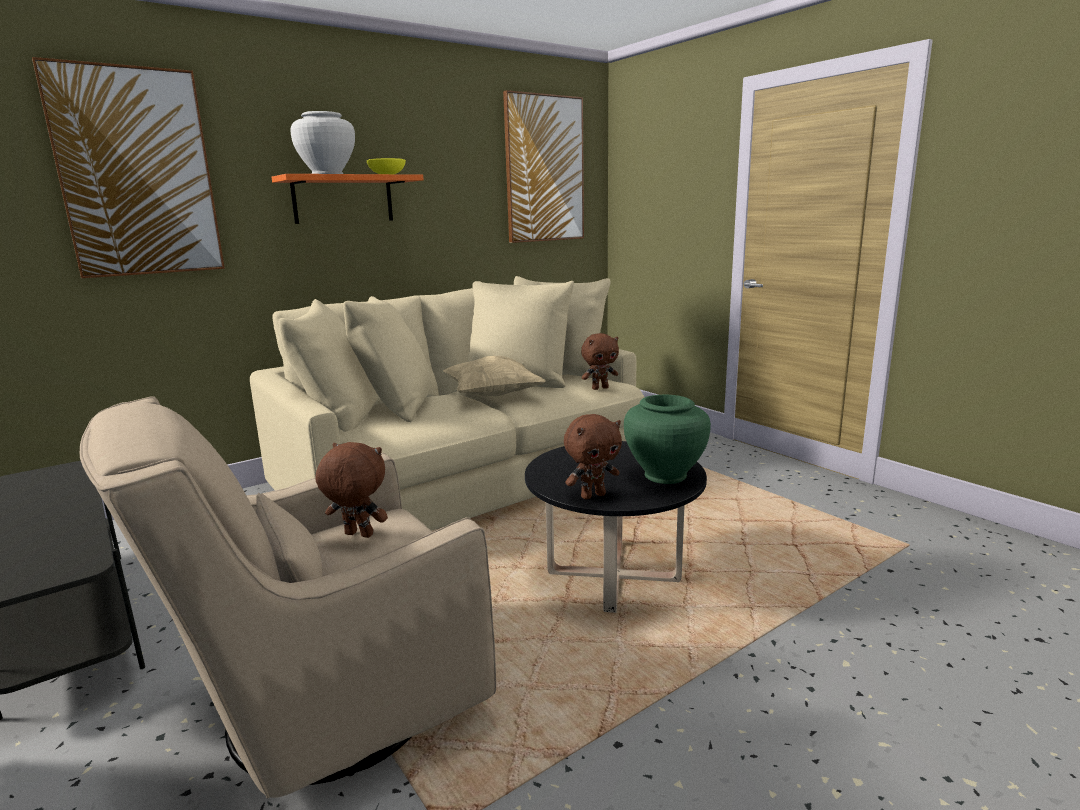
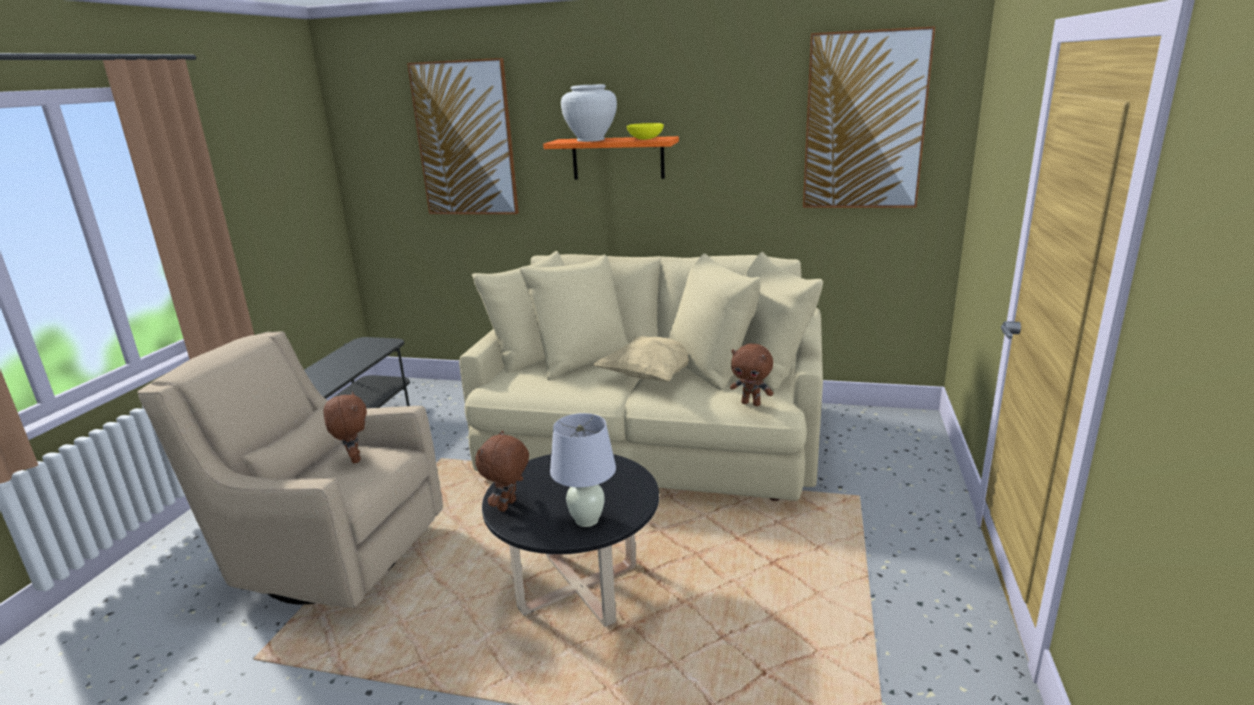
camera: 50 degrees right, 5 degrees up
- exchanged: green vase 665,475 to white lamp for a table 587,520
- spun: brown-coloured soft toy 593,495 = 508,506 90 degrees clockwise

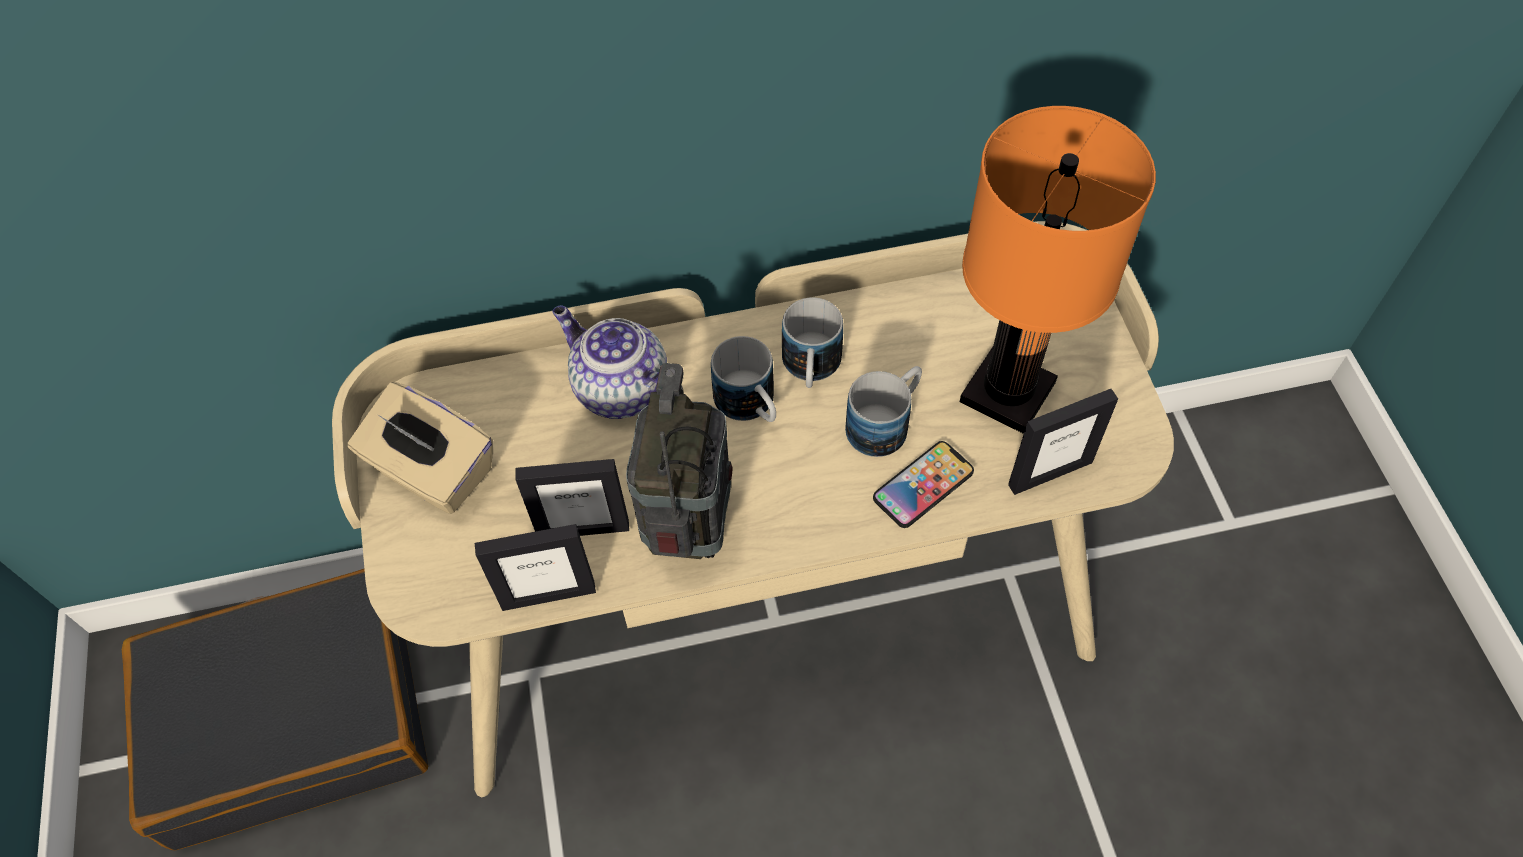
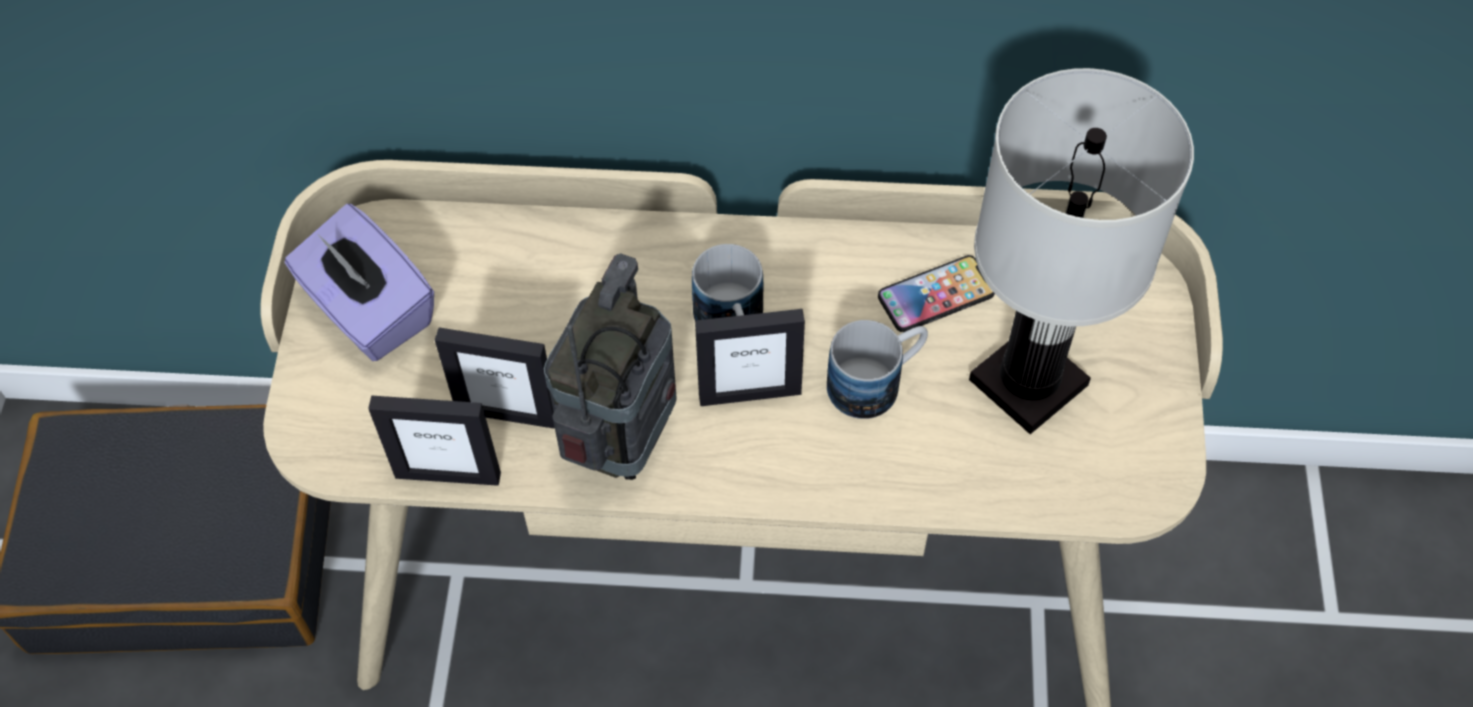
camera: 15 degrees right, 0 degrees up
- colour: orange-coloured lamp for a table 1006,392 to white lamp for a table 1026,382
- missing: mug 810,370
- missing: teapot 619,390
- colour: sand-coloured tissue holder 432,472 to purplish tissue holder 369,311
- relocated: photo frame 1049,473 to 749,393
- relocated: handset 923,485 to 936,295

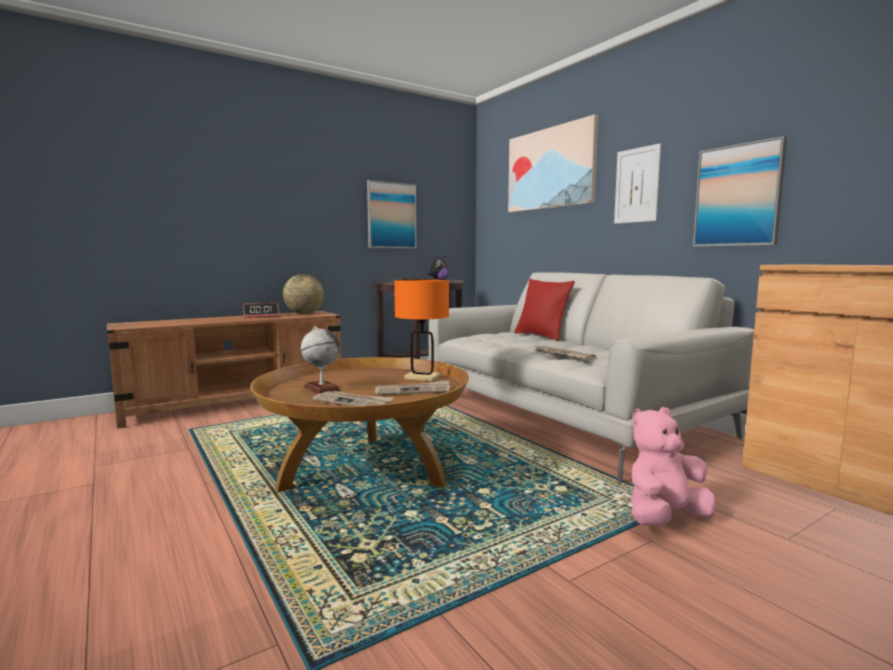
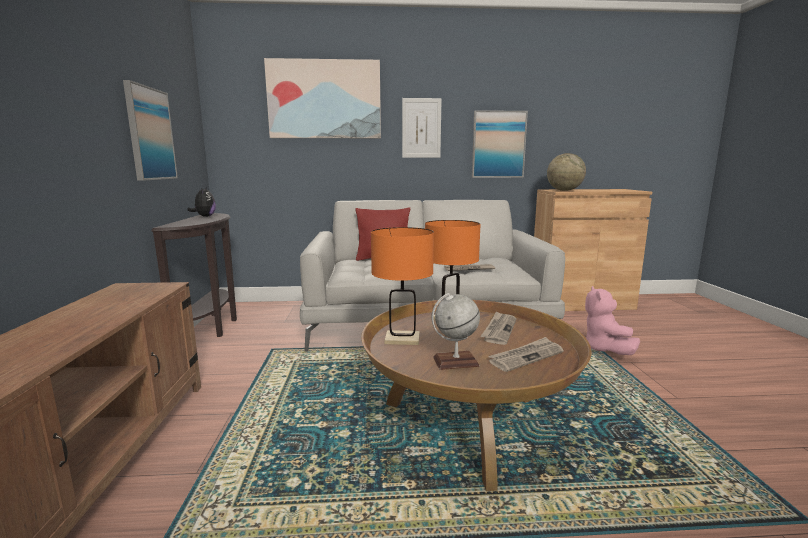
camera: 60 degrees left, 5 degrees up
- relocated: world globe 304,313 to 564,190
- missing: table clock 261,316
- appeared: orange-coloured lamp for a table 402,339

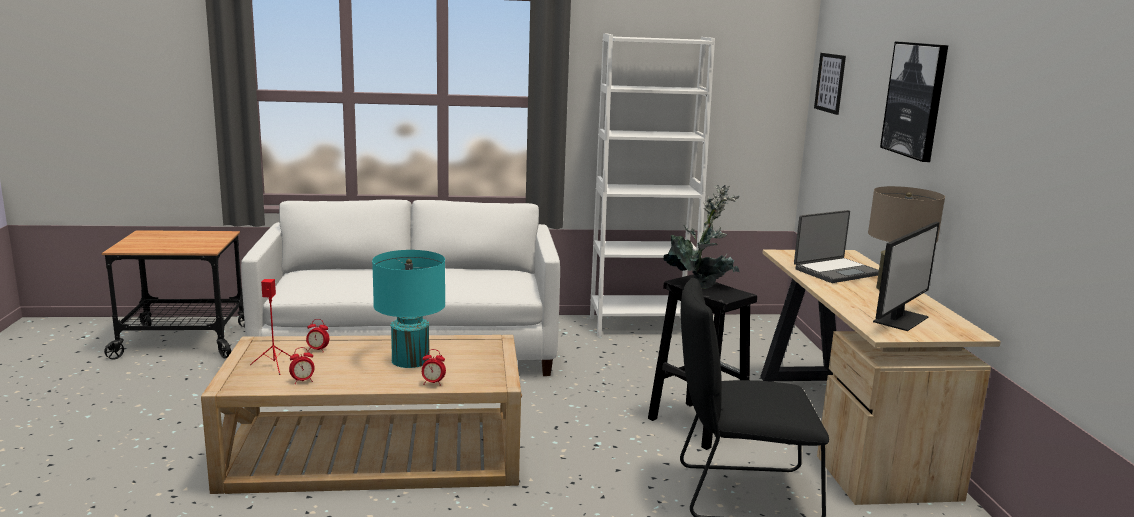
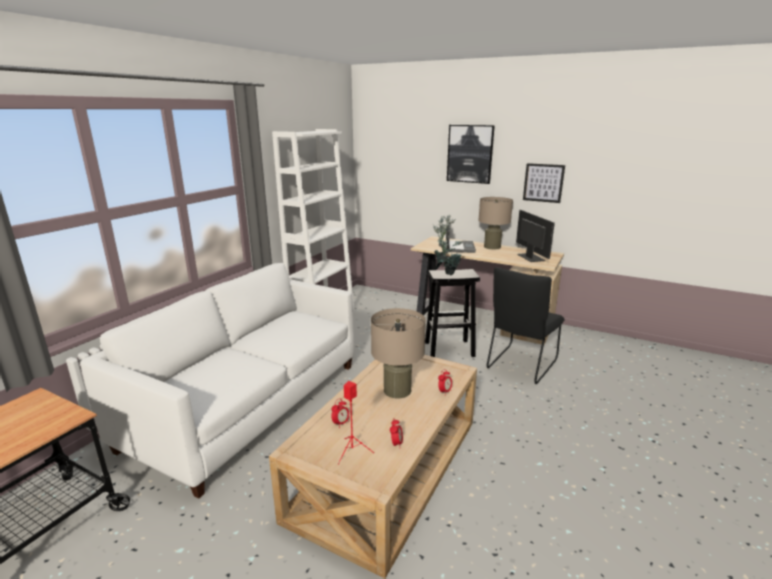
camera: 55 degrees left, 5 degrees up
- relocated: wall art 830,83 to 543,183
- colour: turquoise-coloured lamp for a table 410,360 to sand-coloured lamp for a table 397,390

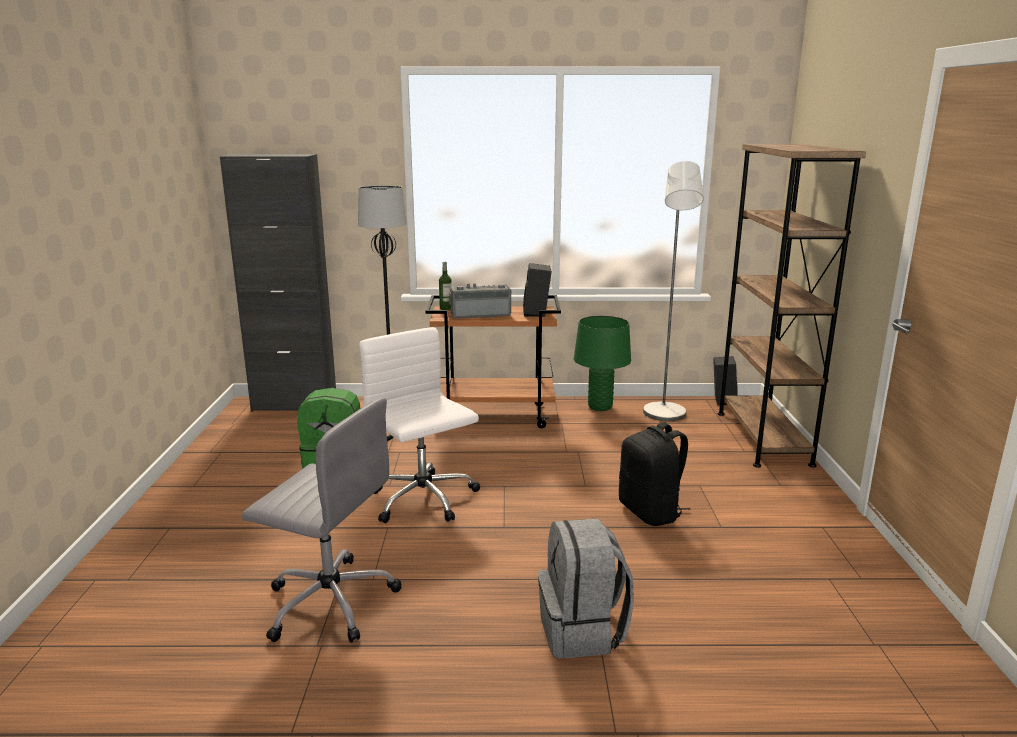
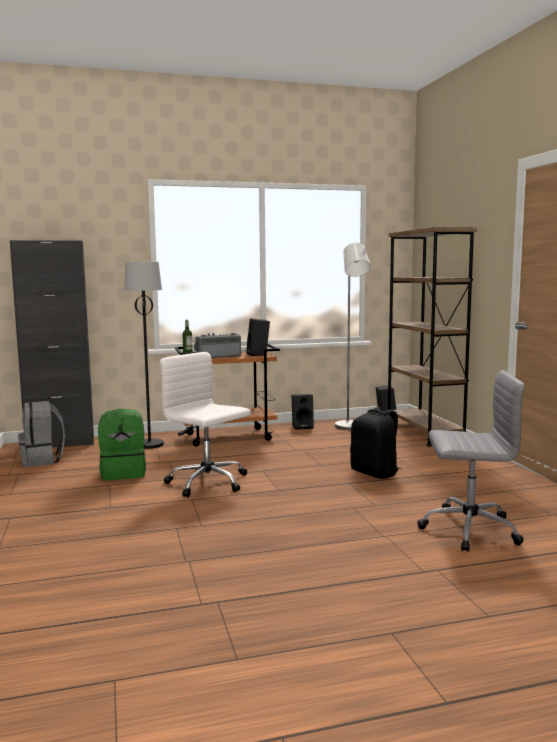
camera: 15 degrees left, 10 degrees down
- exchanged: green lamp for a table 600,407 to black audio speaker 303,427
- relocated: gray desk chair 329,601 to 467,529
- relocated: gray knapsack 582,631 to 43,460

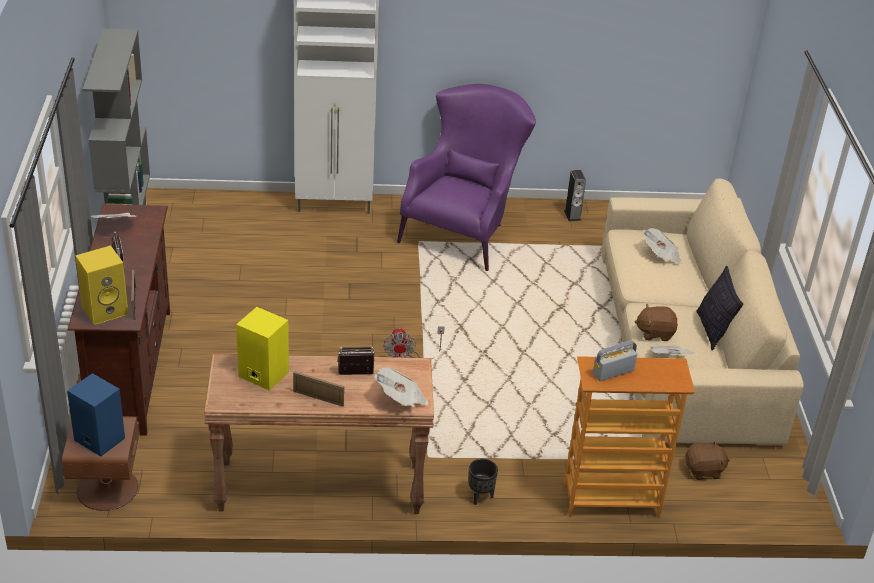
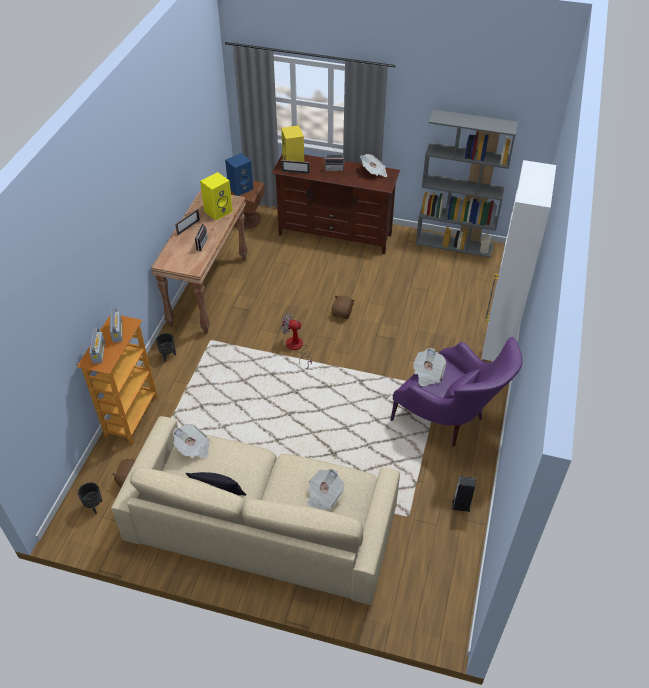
camera: 110 degrees right, 10 degrees up
- relocated: brown-coloured soft toy 655,333 to 342,313
- relocated: newspaper 401,399 to 427,374
- appeared: radio set 99,352
- appeared: black plant pot 95,506

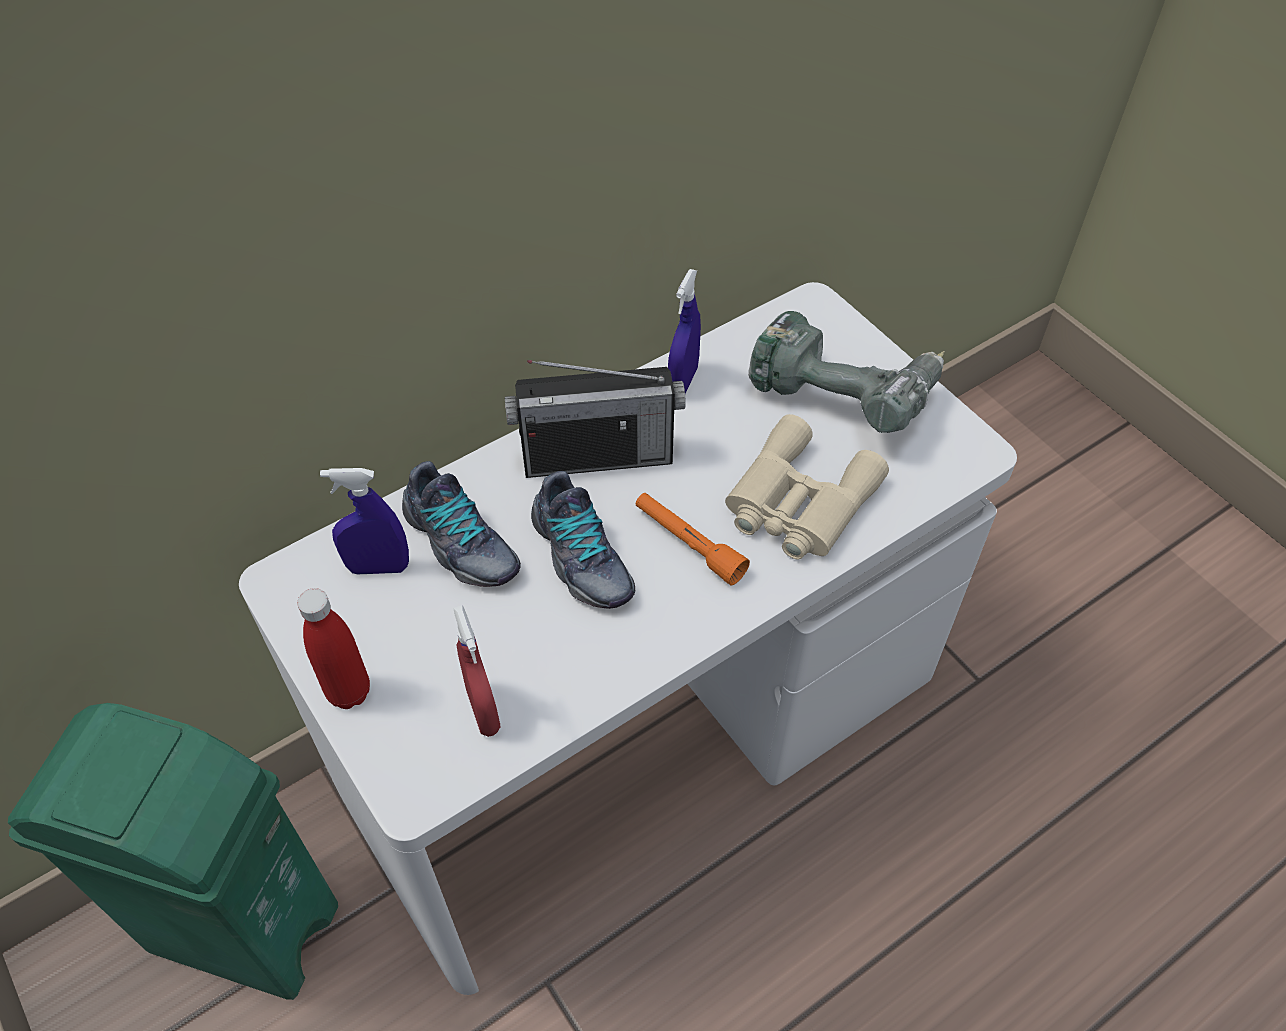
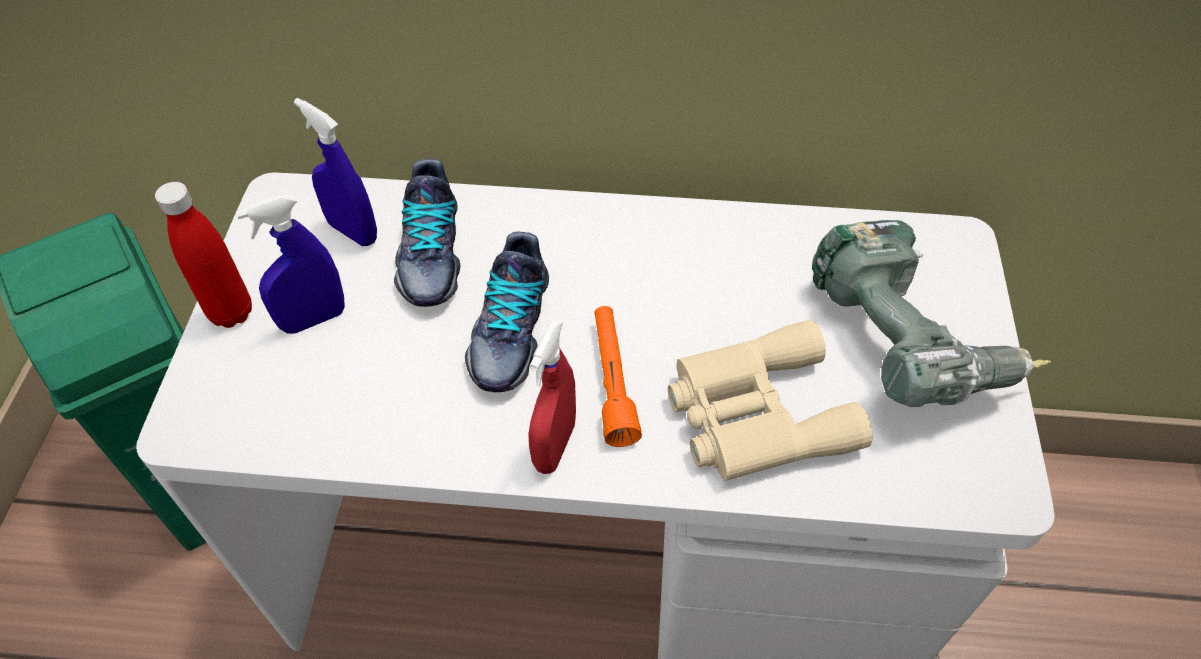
camera: 40 degrees right, 0 degrees up
- relocated: bluish sprayer 683,381 to 313,319
- missing: radio set 597,456
- relocated: red sprayer 483,710 to 554,446

